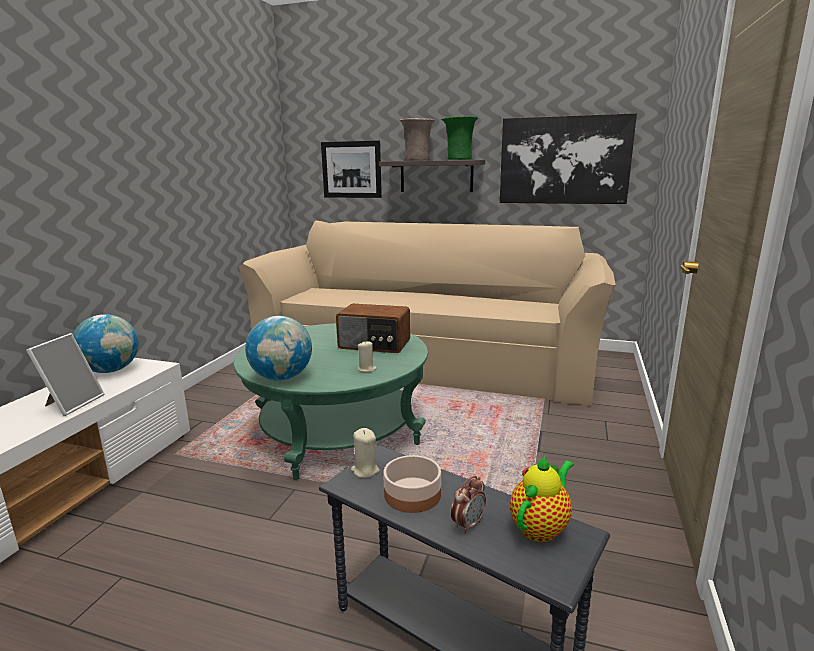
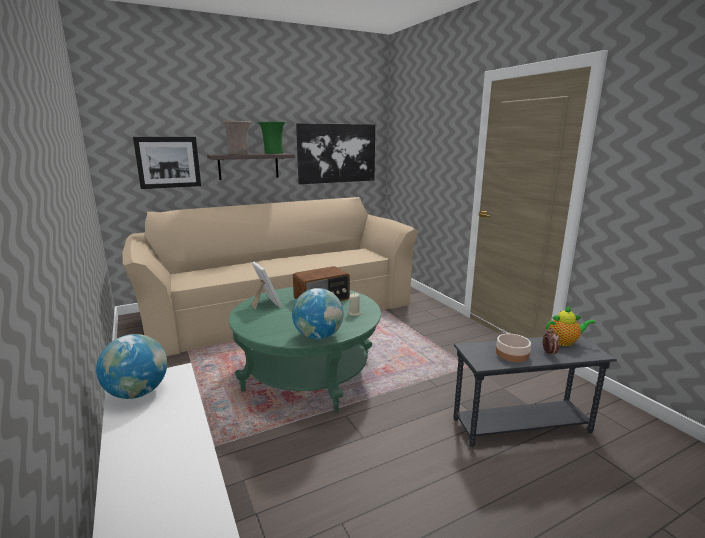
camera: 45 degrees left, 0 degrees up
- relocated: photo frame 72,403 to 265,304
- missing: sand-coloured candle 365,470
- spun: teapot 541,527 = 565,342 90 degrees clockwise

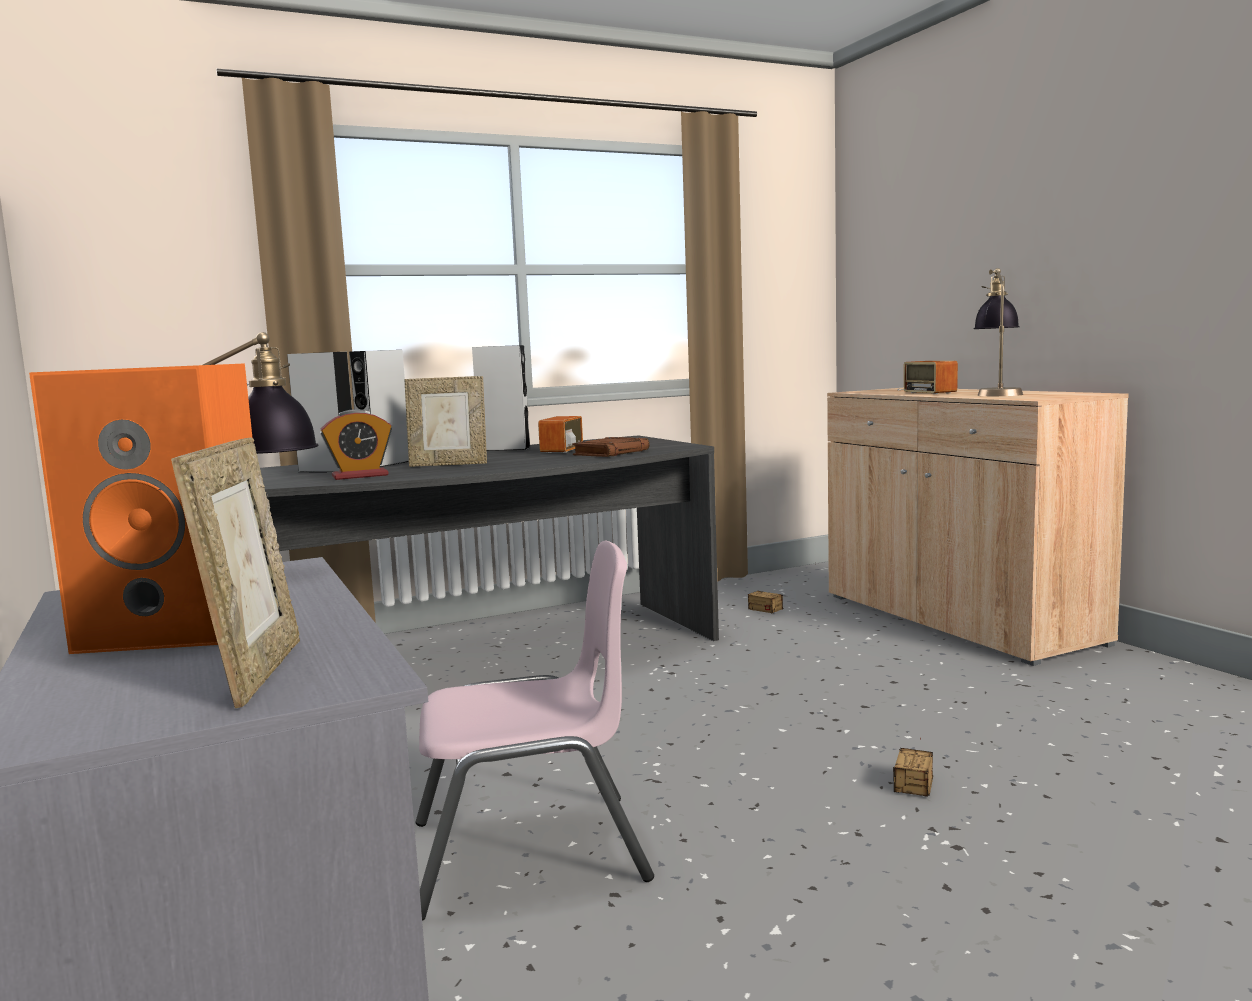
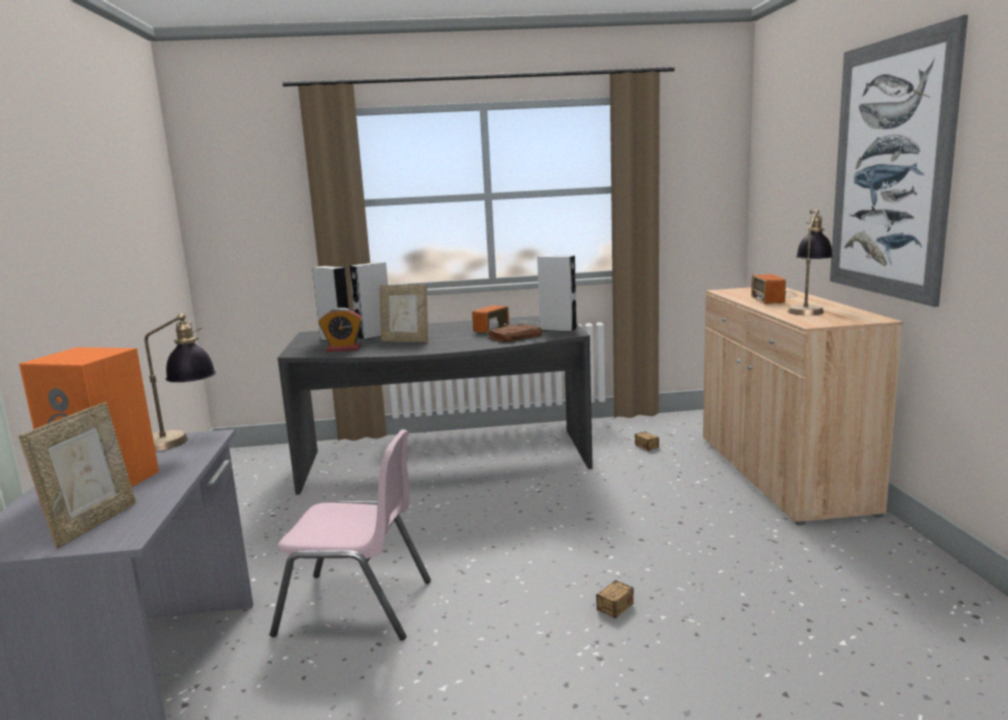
camera: 20 degrees right, 5 degrees up
- relocated: gray audio speaker 504,449 to 558,329
- appeared: wall art 890,169

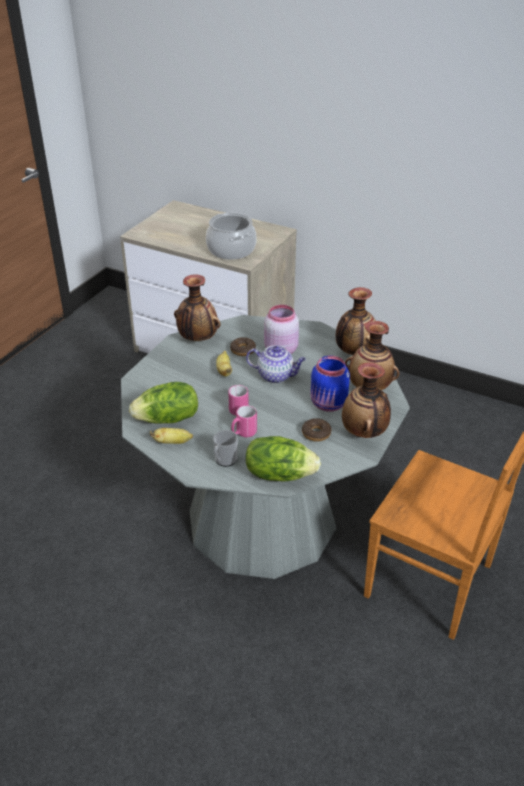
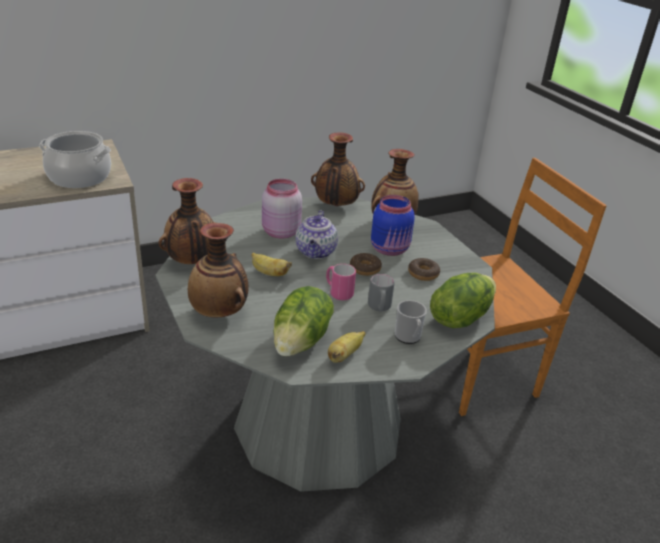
camera: 55 degrees left, 5 degrees down
- relocated: ring doughnut 243,350 to 365,268
- spun: teapot 276,376 = 316,252 135 degrees clockwise
- relocated: vase 364,433 to 219,313
- colour: pink-coloured mug 243,433 to gray mug 379,308

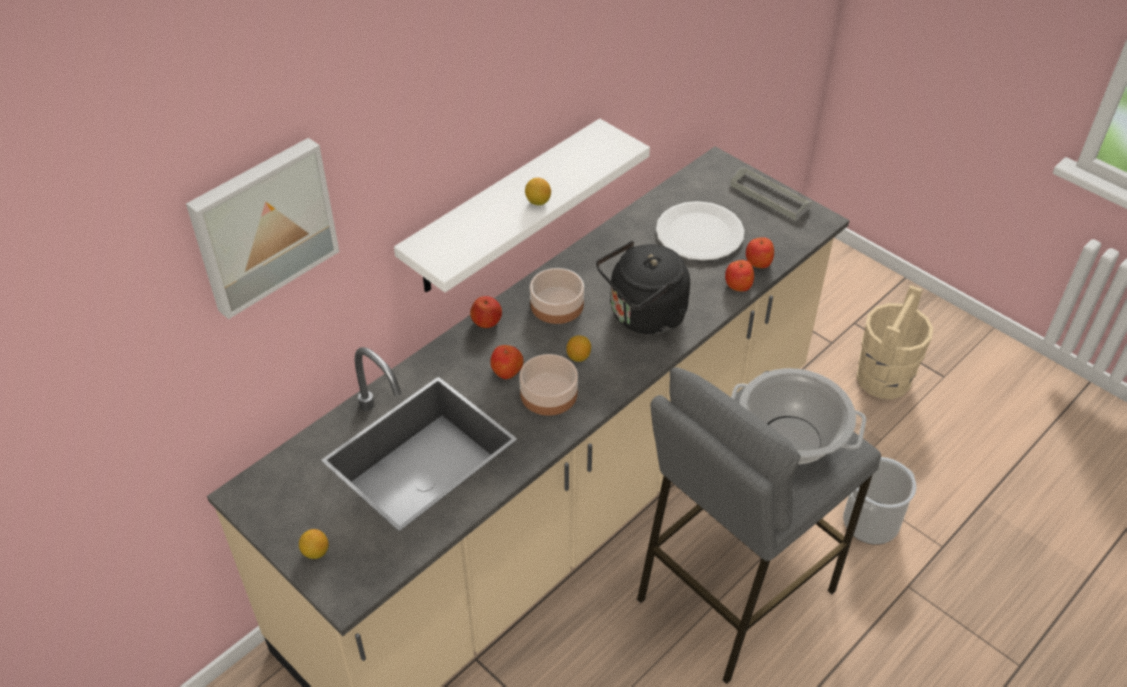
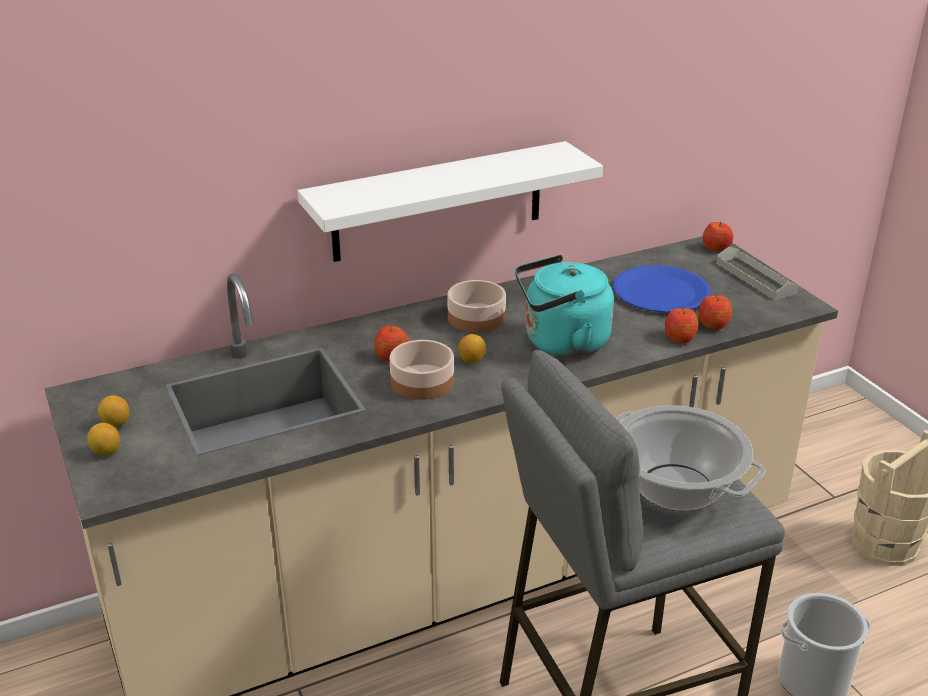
camera: 20 degrees right, 15 degrees down
- missing: wall art 262,225
- relocated: citrus fruit 538,202 to 116,424
- colour: white plate 699,233 to bluish plate 661,292
- colour: black tea kettle 643,316 to turquoise-coloured tea kettle 561,343
- relocated: whole apple 487,321 to 716,248

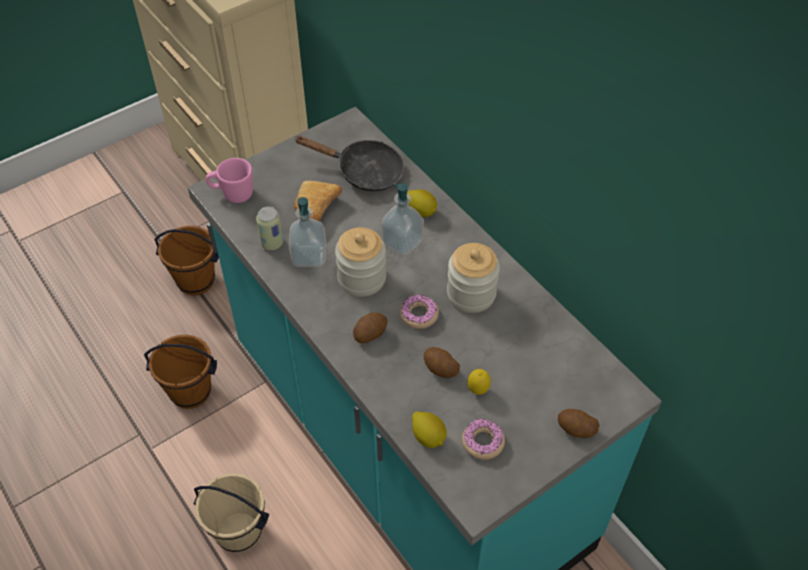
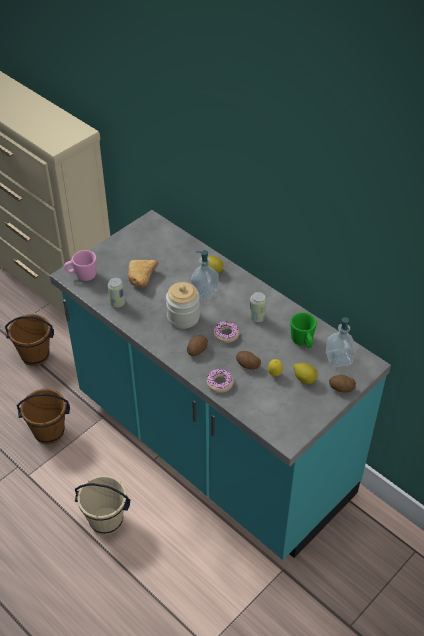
camera: 10 degrees left, 5 degrees down
- missing: black pan 363,172
- relocated: soap bottle 309,256 to 338,359
- exchanged: preserve jar 471,294 to sealed can 257,317
- relocated: citrus fruit 428,437 to 305,379
- relocated: ring doughnut 482,442 to 220,383
- appeared: green mug 303,342

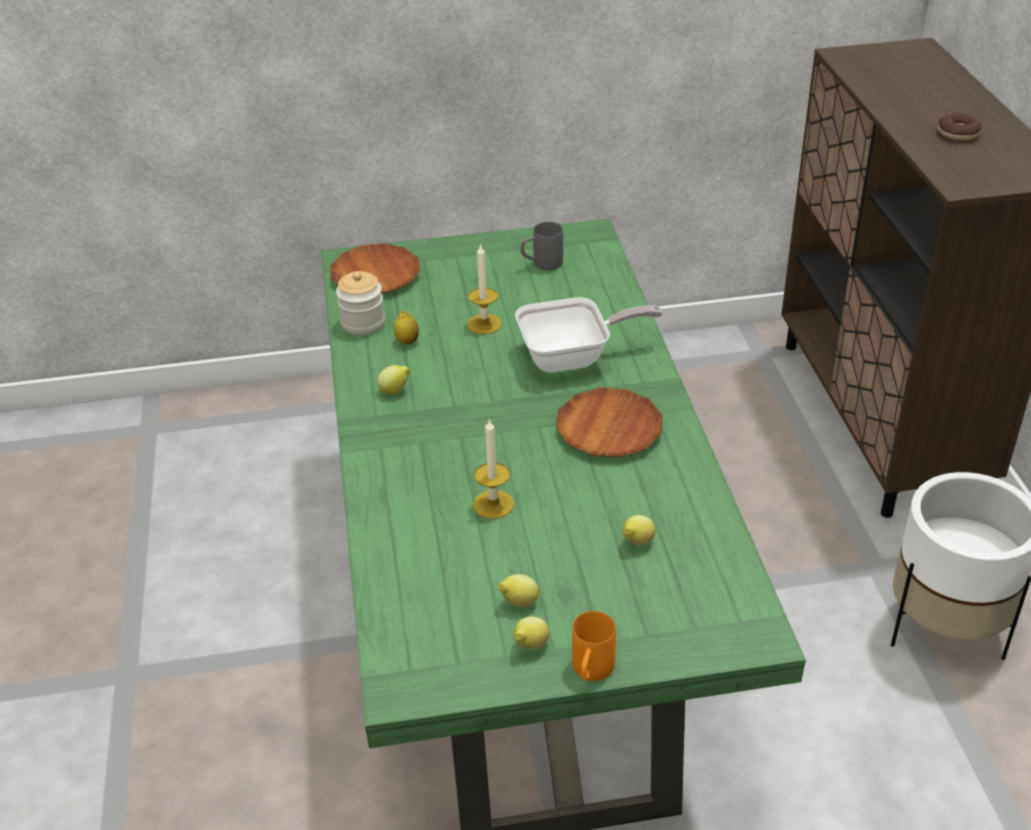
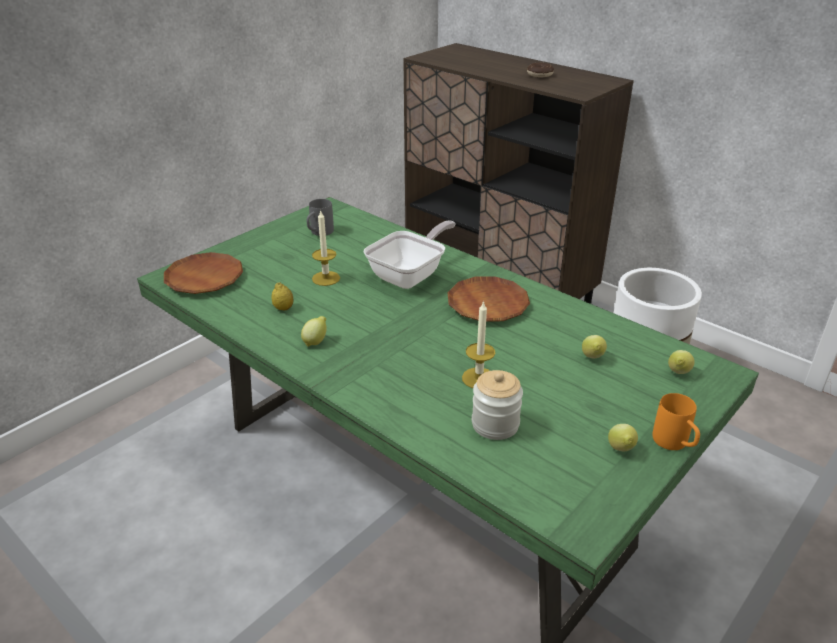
camera: 40 degrees left, 5 degrees down
- relocated: preserve jar 363,323 to 495,424
- relocated: citrus fruit 518,603 to 678,373

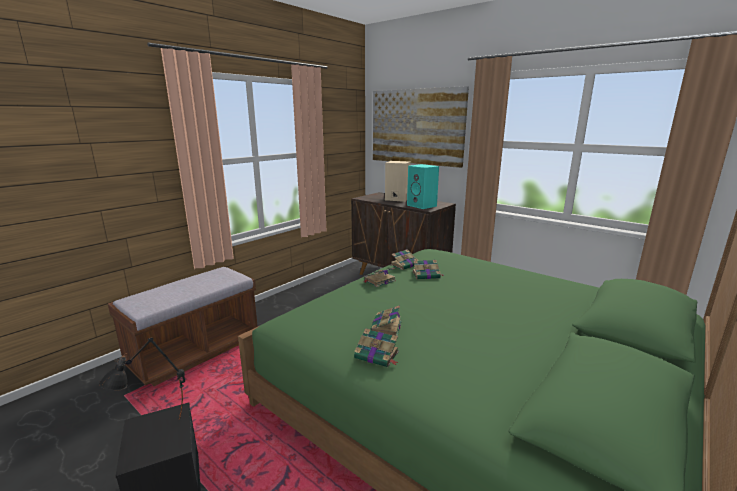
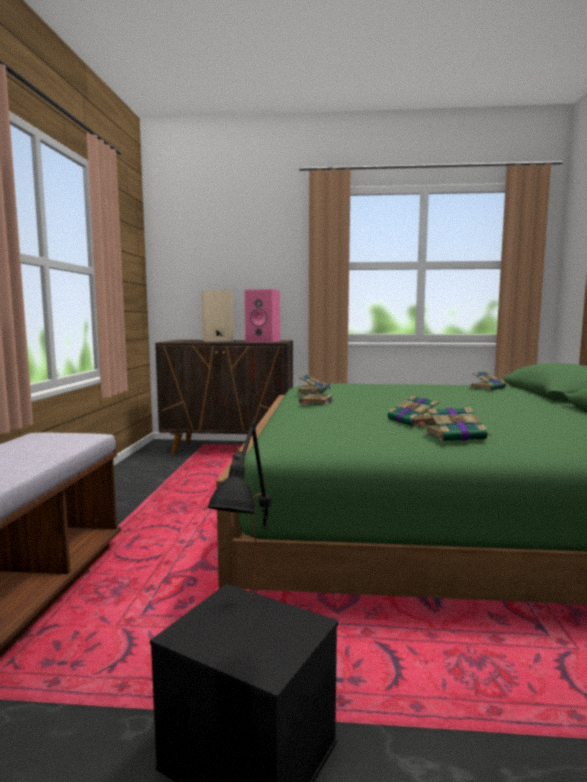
camera: 35 degrees left, 10 degrees down
- missing: wall art 416,127
- colour: turquoise-coloured audio speaker 422,205 to pink-coloured audio speaker 264,341
- relocated: volume 427,275 to 488,388

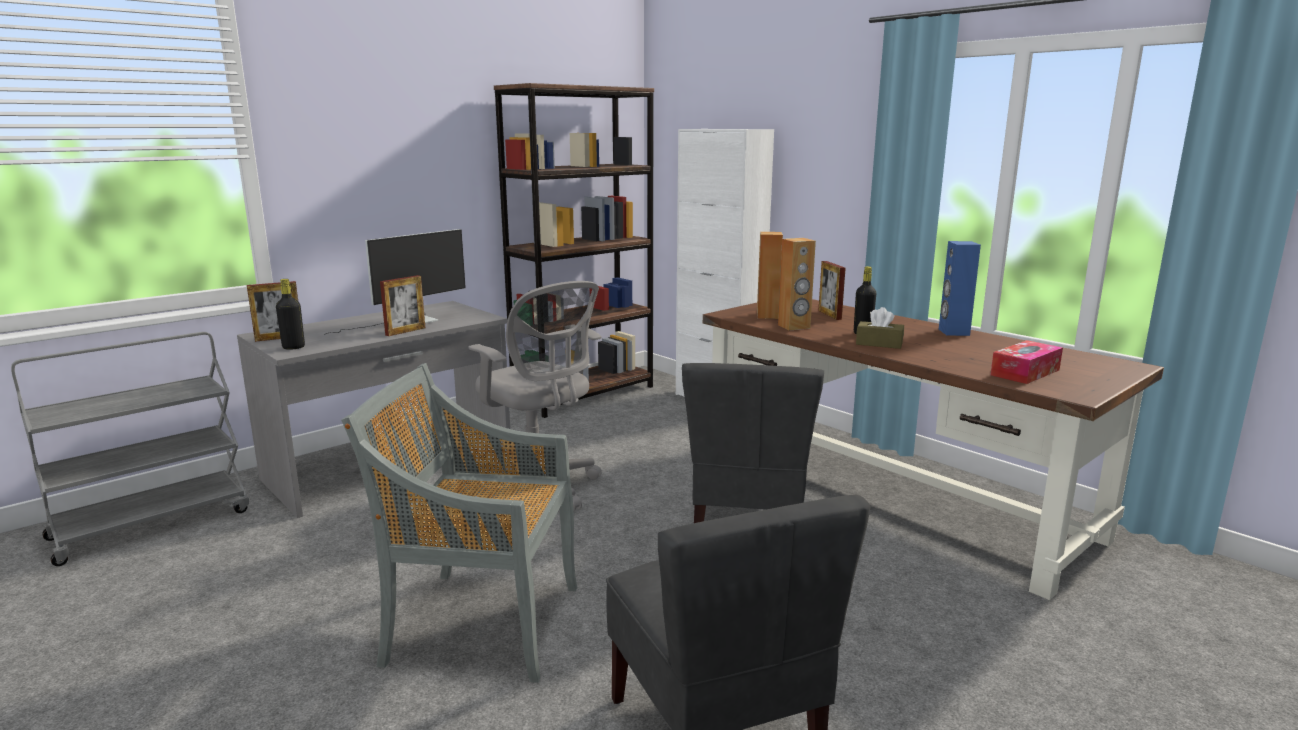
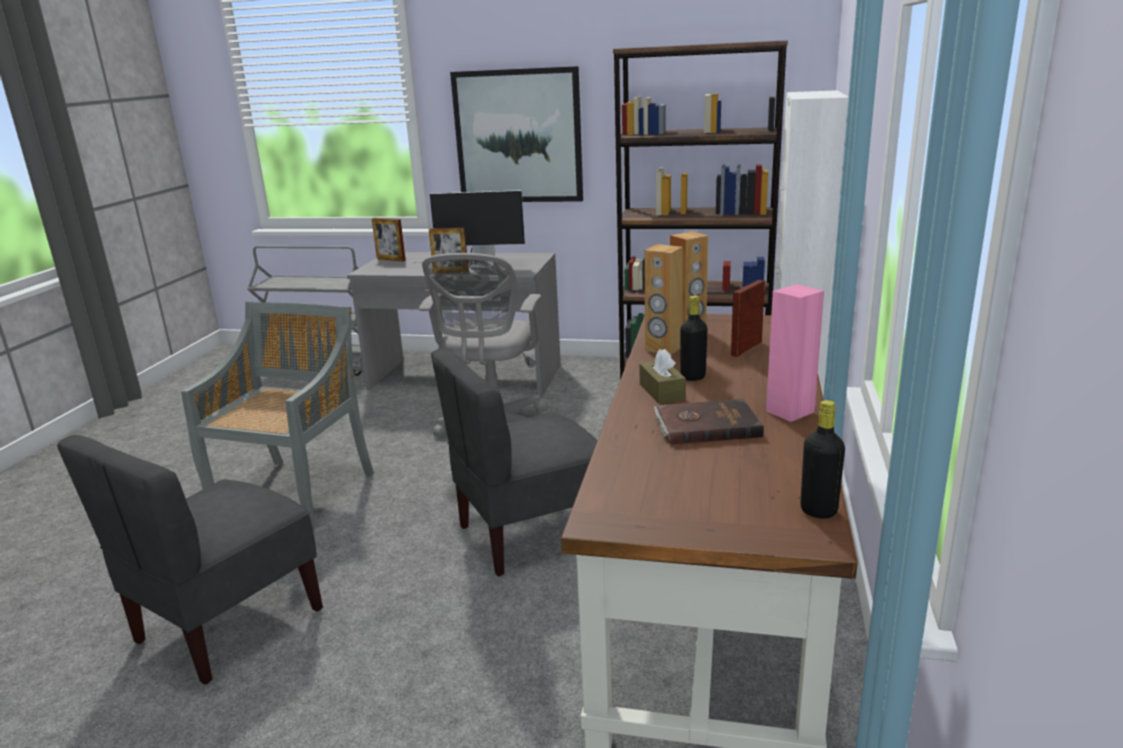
camera: 55 degrees right, 5 degrees up
- colour: bluish audio speaker 953,332 to pink-coloured audio speaker 789,411
- relocated: black drink bottle 293,347 to 818,511
- missing: tissue holder 1025,372
- spun: gray chair 481,623 = 296,493 45 degrees clockwise
- appeared: wall art 518,136
- appeared: brown-coloured volume 706,425

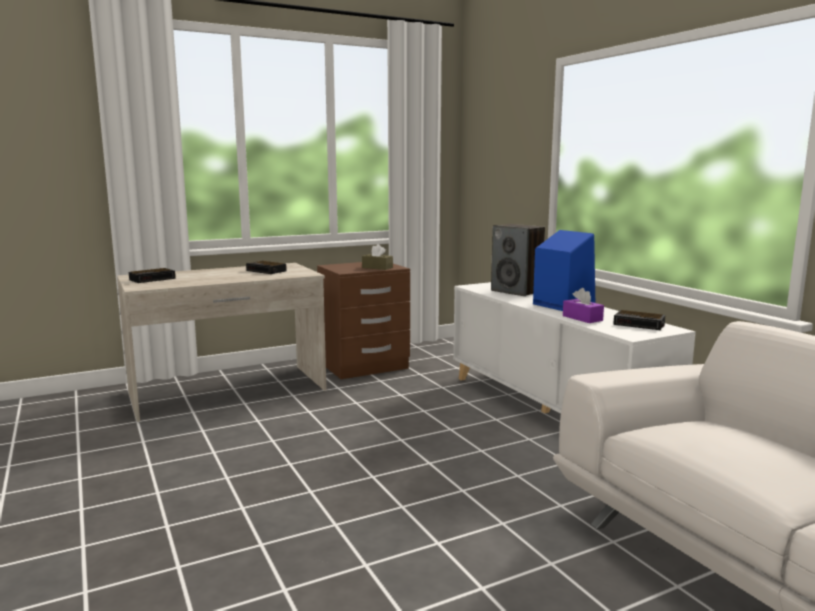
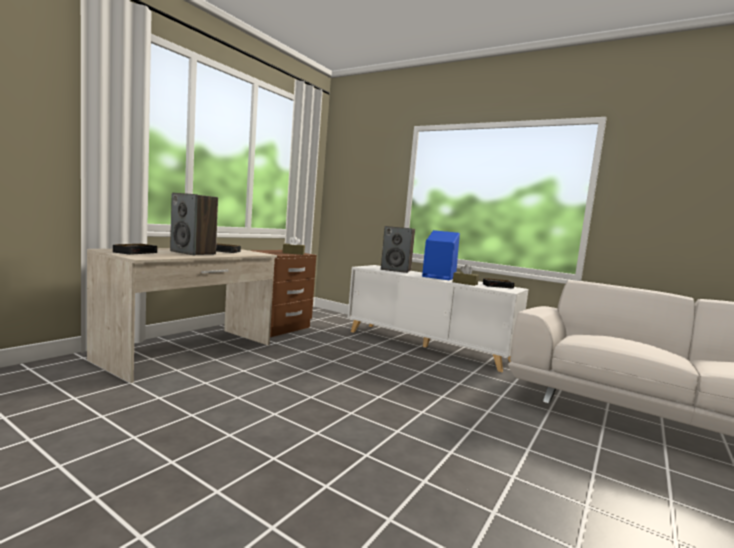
camera: 30 degrees left, 5 degrees down
- colour: purplish tissue holder 582,318 to brown-coloured tissue holder 465,283
- appeared: audio speaker 193,253

